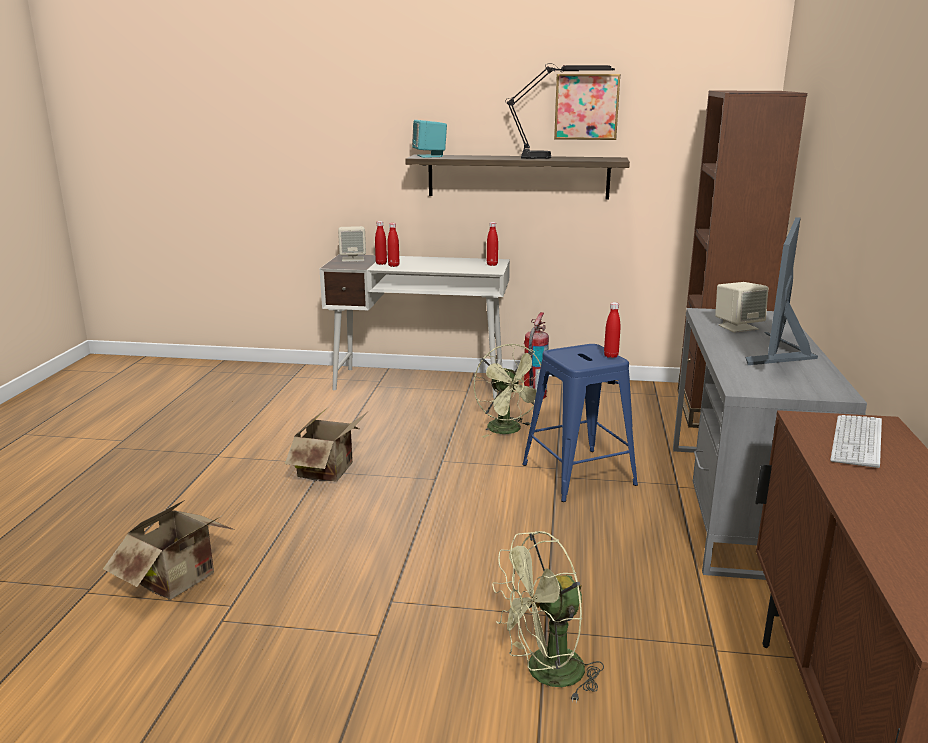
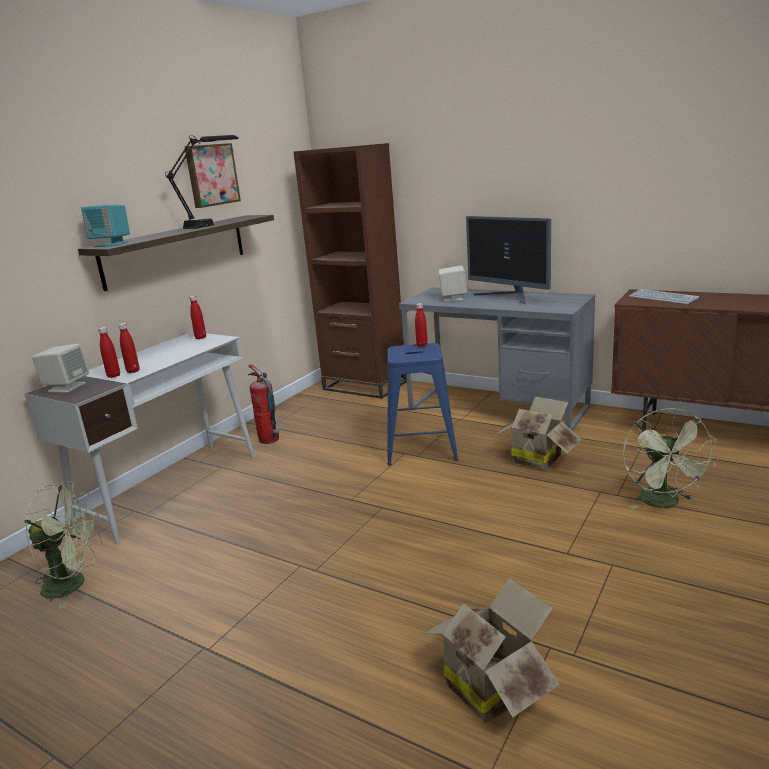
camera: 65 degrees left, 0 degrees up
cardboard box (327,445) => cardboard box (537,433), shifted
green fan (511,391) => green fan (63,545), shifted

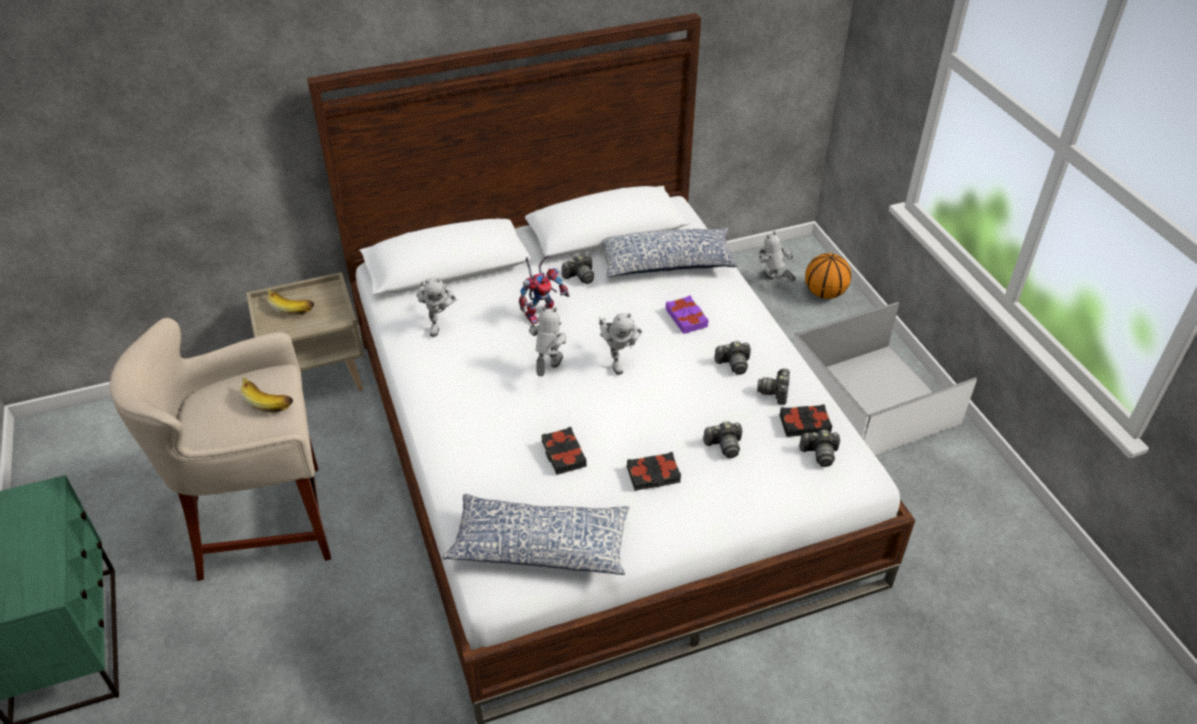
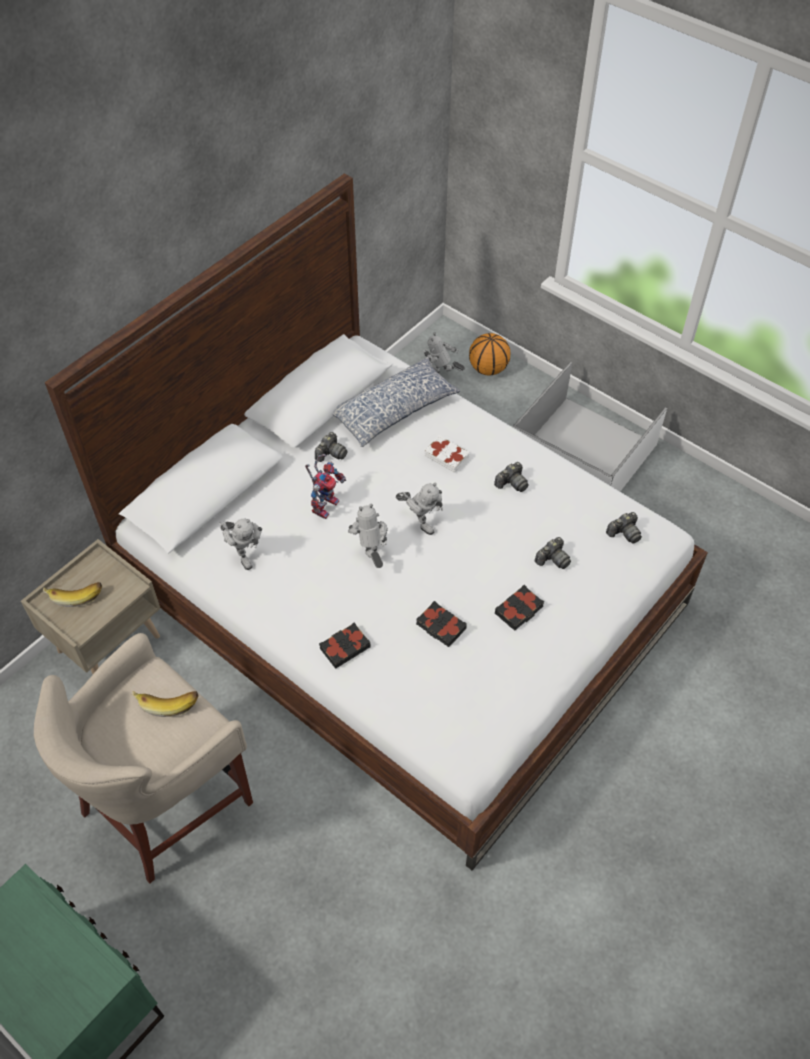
camera: 30 degrees left, 10 degrees up
pillow (536,534) => nothing
photo camera (773,387) => nothing
black book (806,420) => black book (345,646), shifted
purple book (687,314) => white book (447,454)

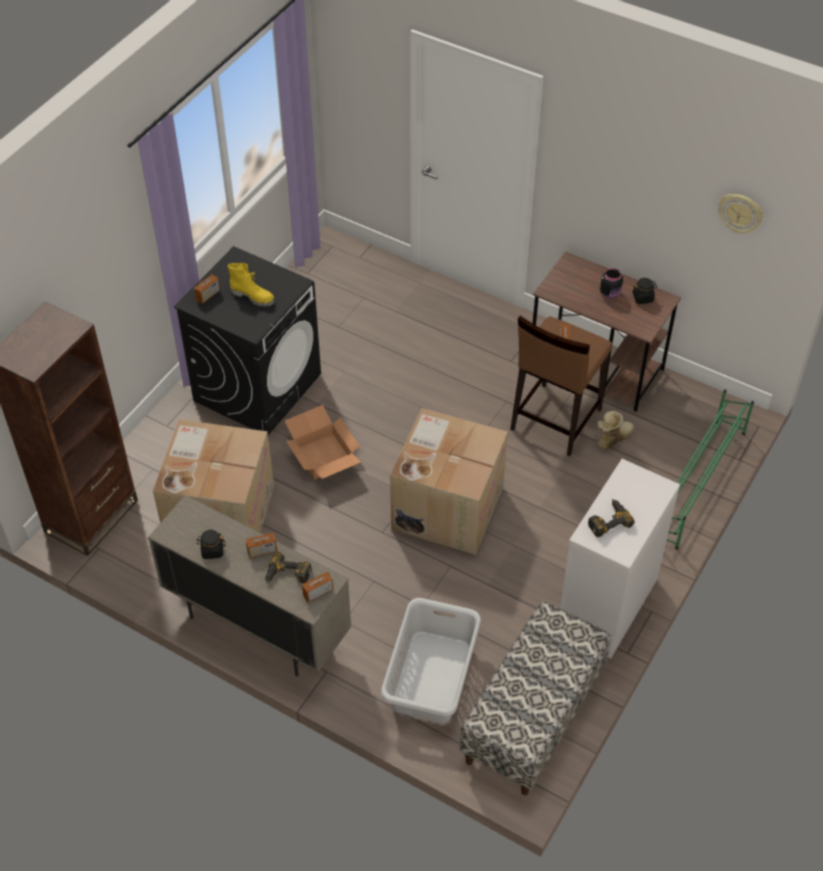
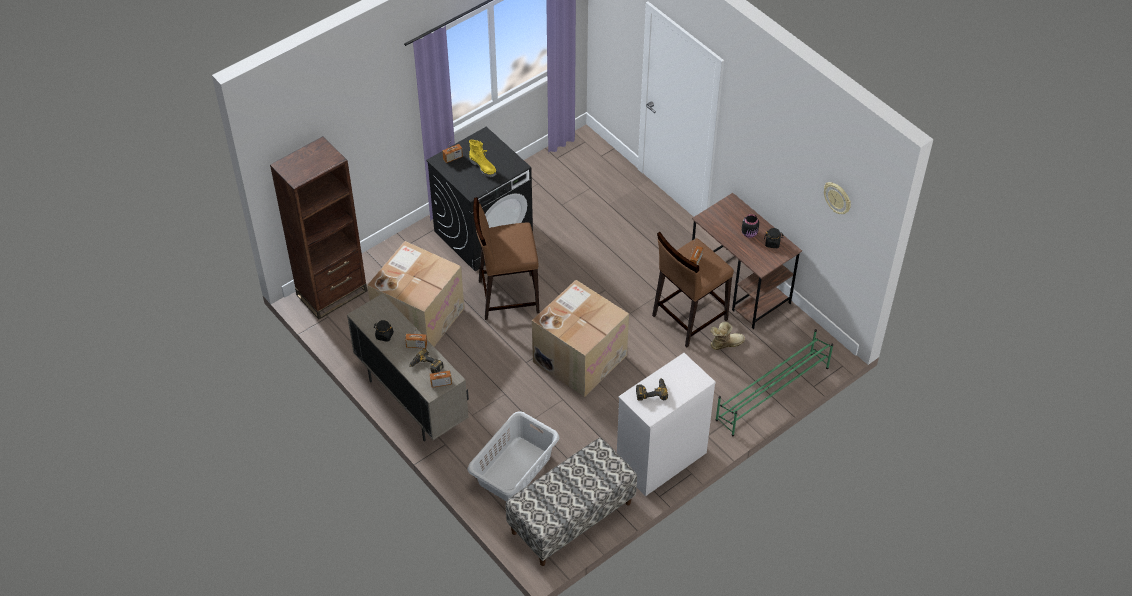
camera: 20 degrees right, 0 degrees up
cardboard box (323,442) => brown stool (506,258)

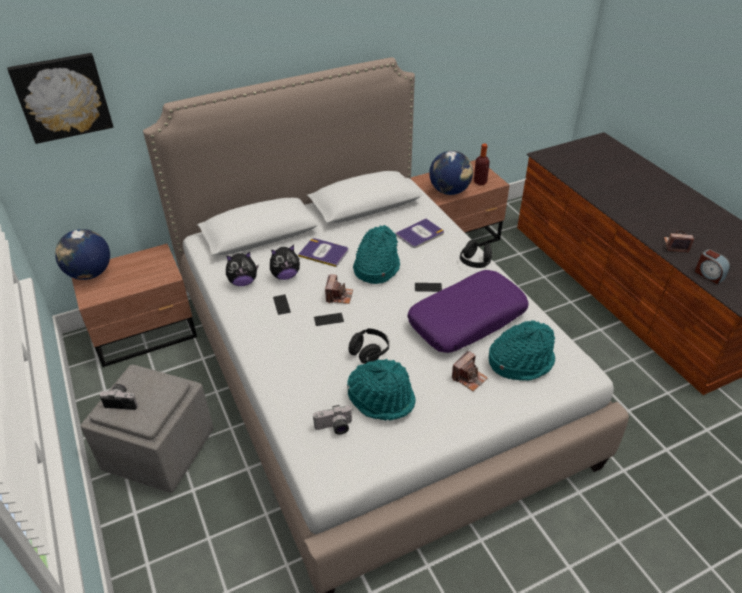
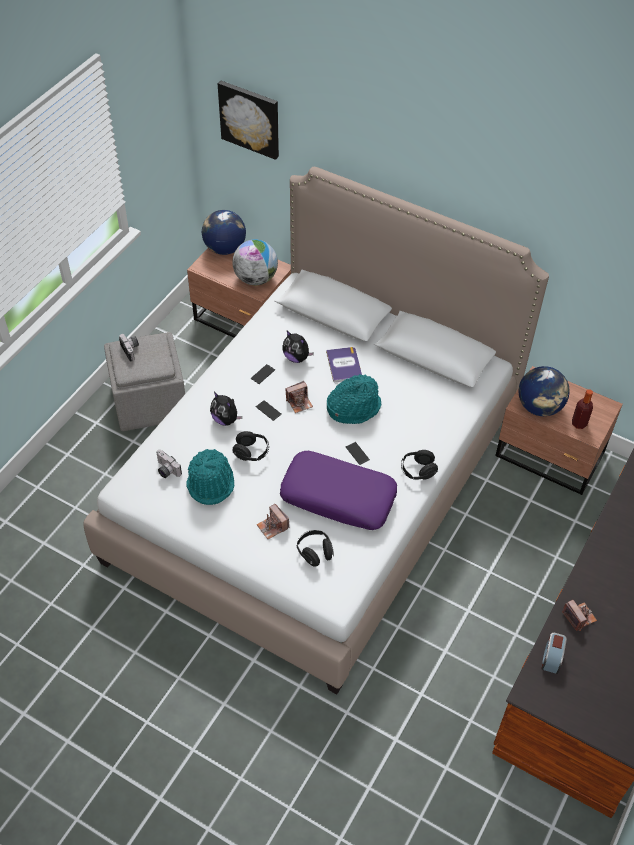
camera: 55 degrees right, 10 degrees up
book (419,233) => nothing
nothing => globe (255,262)
plush toy (242,269) => plush toy (226,409), shifted
turquoise hat (522,350) => black headphones (315,548)
photo camera (470,371) => photo camera (273,521), 45 degrees clockwise

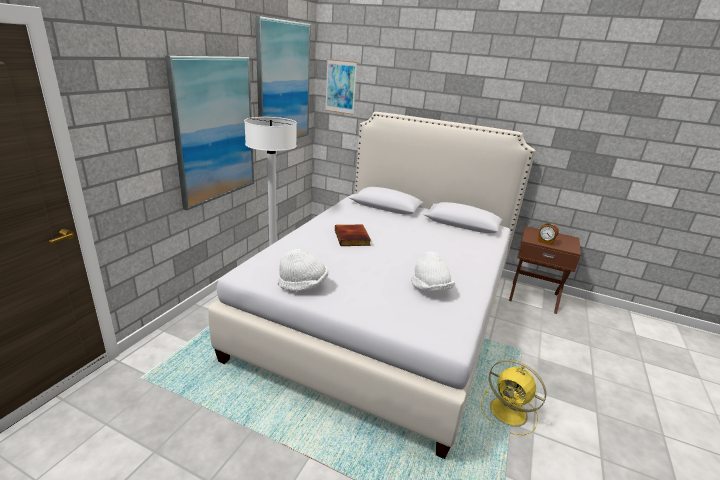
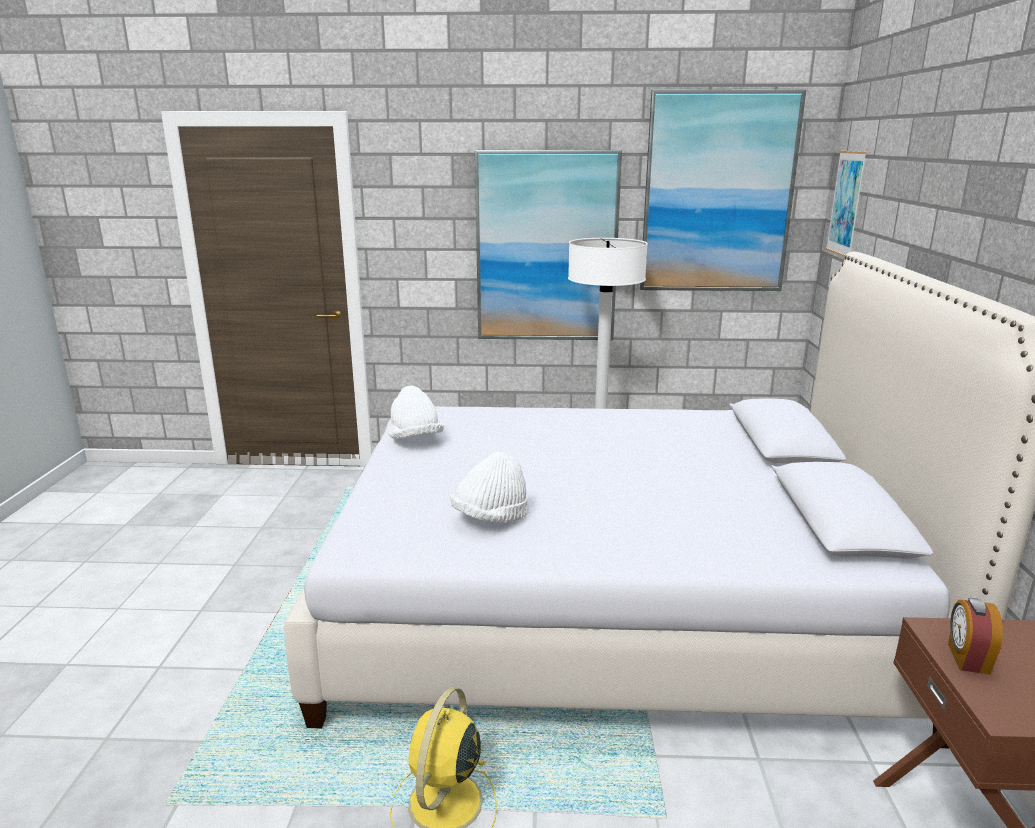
camera: 70 degrees right, 5 degrees down
book (353,235) => nothing

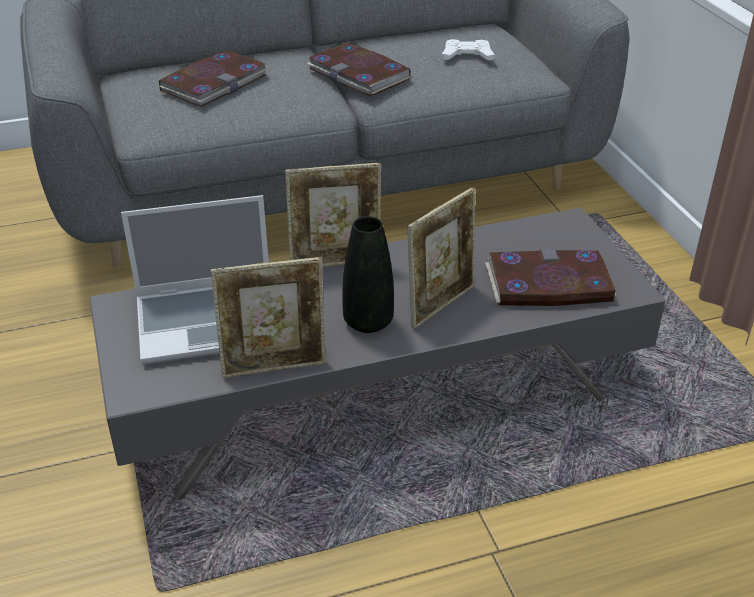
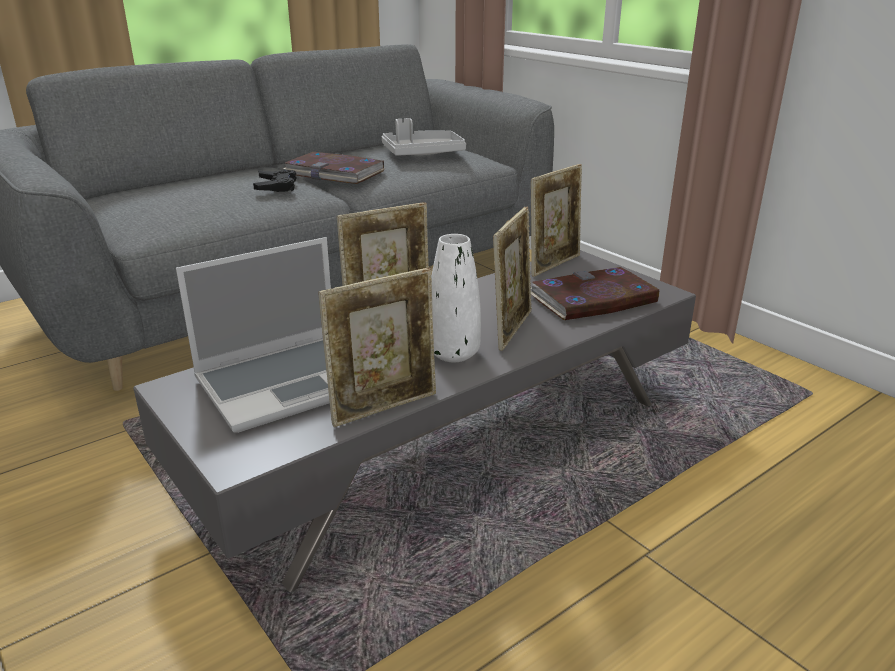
camera: 20 degrees left, 10 degrees down
book (213,78) => nothing
nothing => black game controller (274,181)
nothing => picture frame (556,220)
white game controller (468,49) => grey tray (424,137)
black vase (368,274) => white vase (456,298)

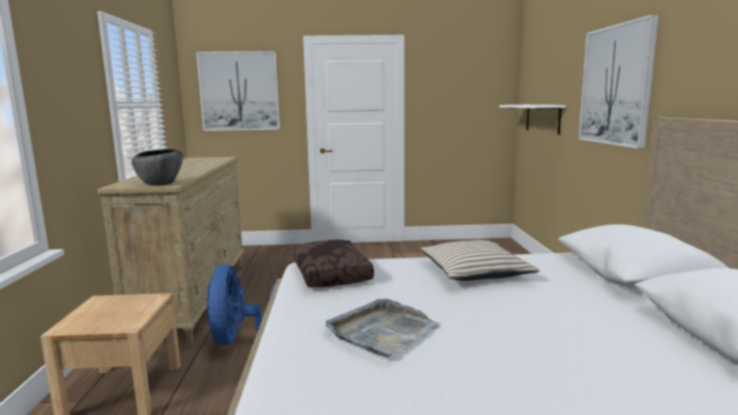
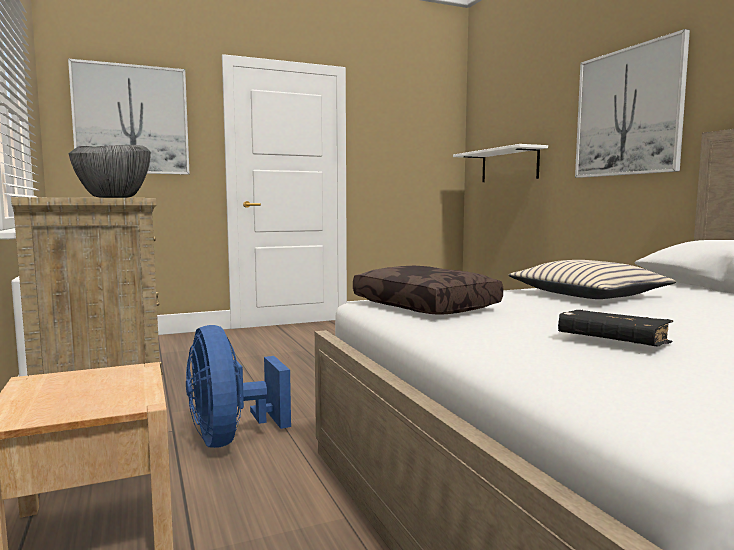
camera: 20 degrees left, 5 degrees down
grey tray (383,328) => black book (615,328)

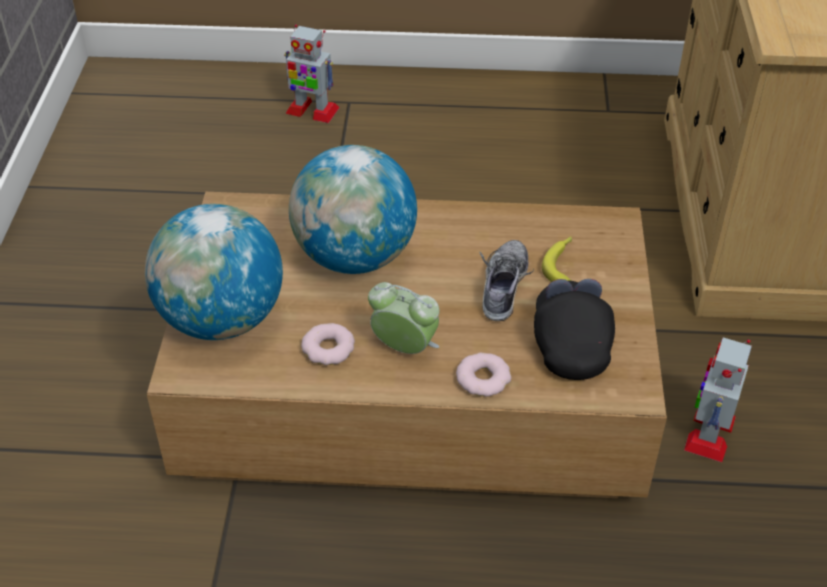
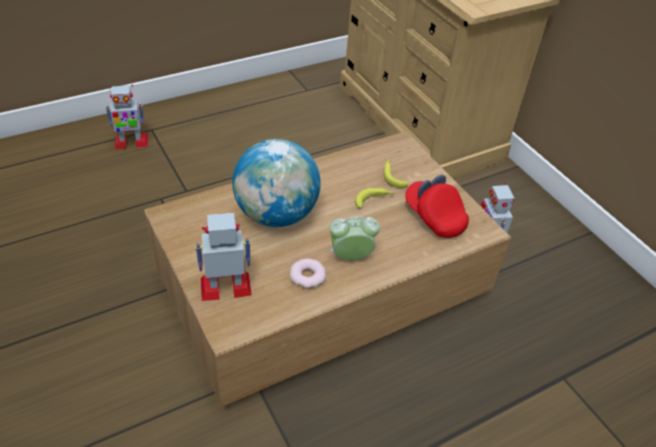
camera: 35 degrees left, 0 degrees up
donut (483,375) => nothing
globe (214,272) => toy robot (223,256)
shoe (506,280) => banana (375,198)
black cap (574,329) => red cap (437,206)

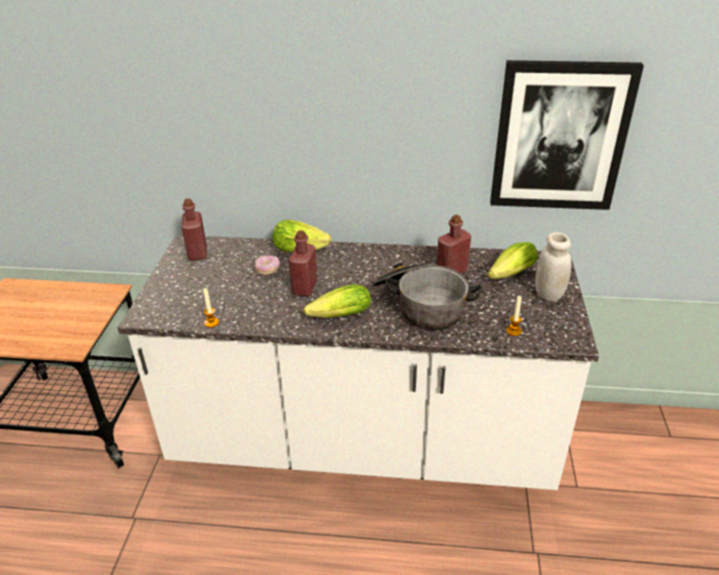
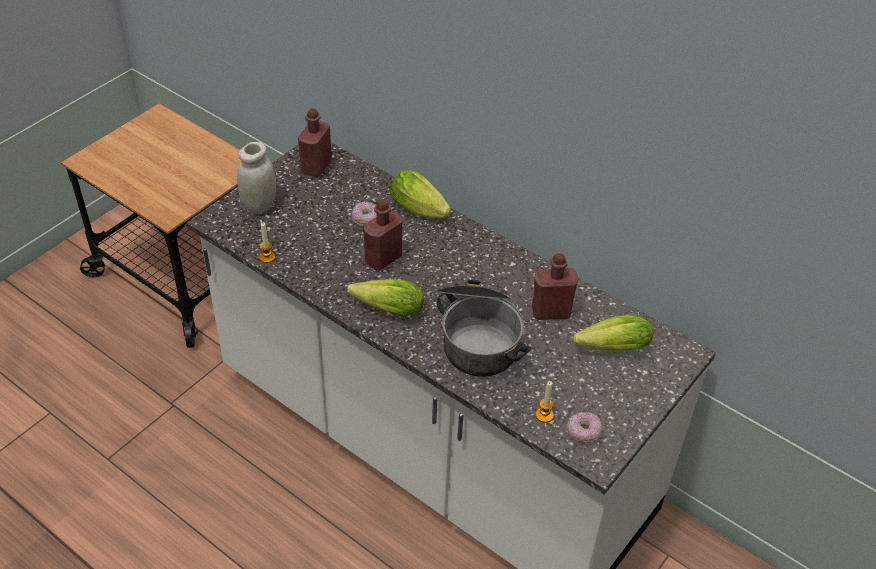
camera: 30 degrees right, 10 degrees up
picture (567,135) => nothing
nothing => donut (584,427)
white jar (553,267) => white jar (256,178), shifted

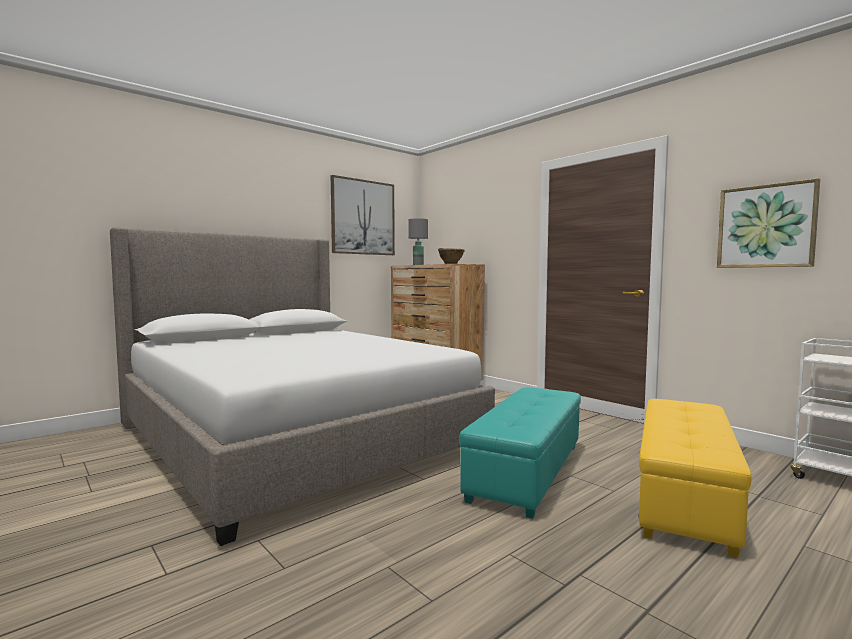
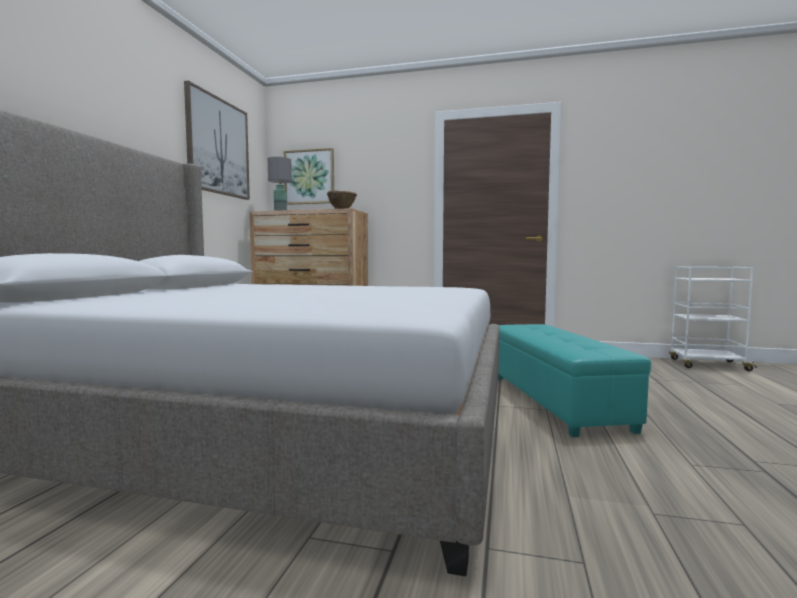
camera: 35 degrees left, 0 degrees up
yellow ottoman (695,478) => nothing
picture (768,223) => picture (309,176), shifted

